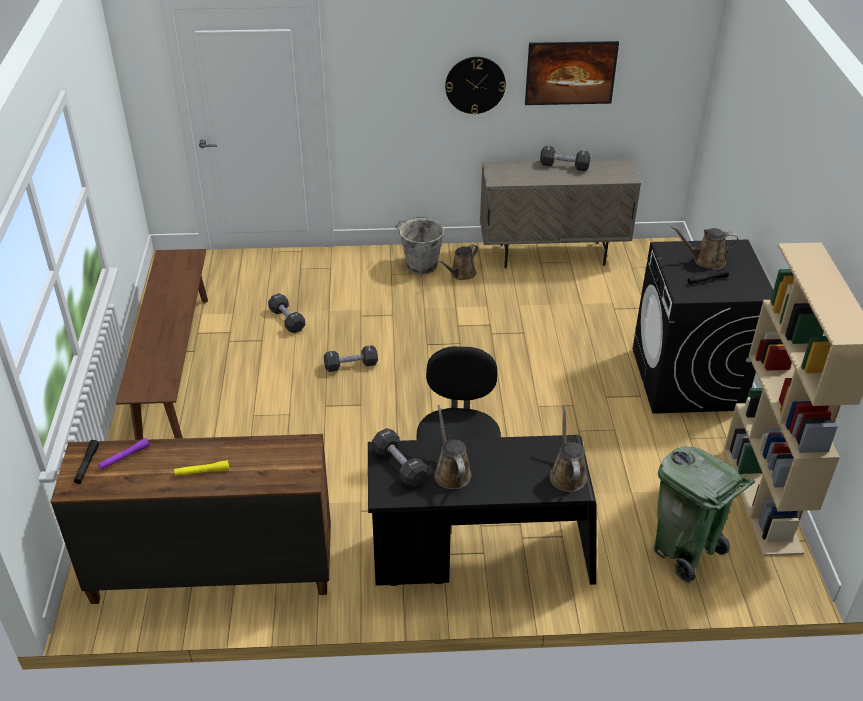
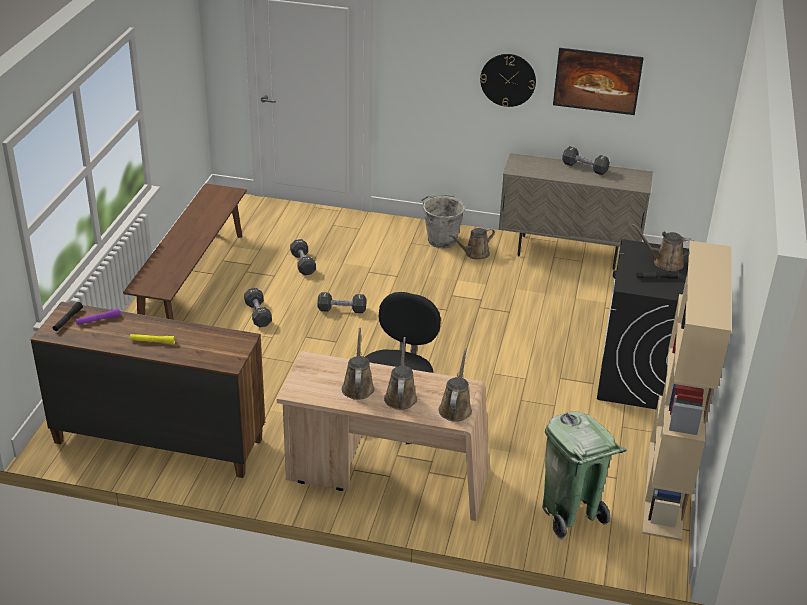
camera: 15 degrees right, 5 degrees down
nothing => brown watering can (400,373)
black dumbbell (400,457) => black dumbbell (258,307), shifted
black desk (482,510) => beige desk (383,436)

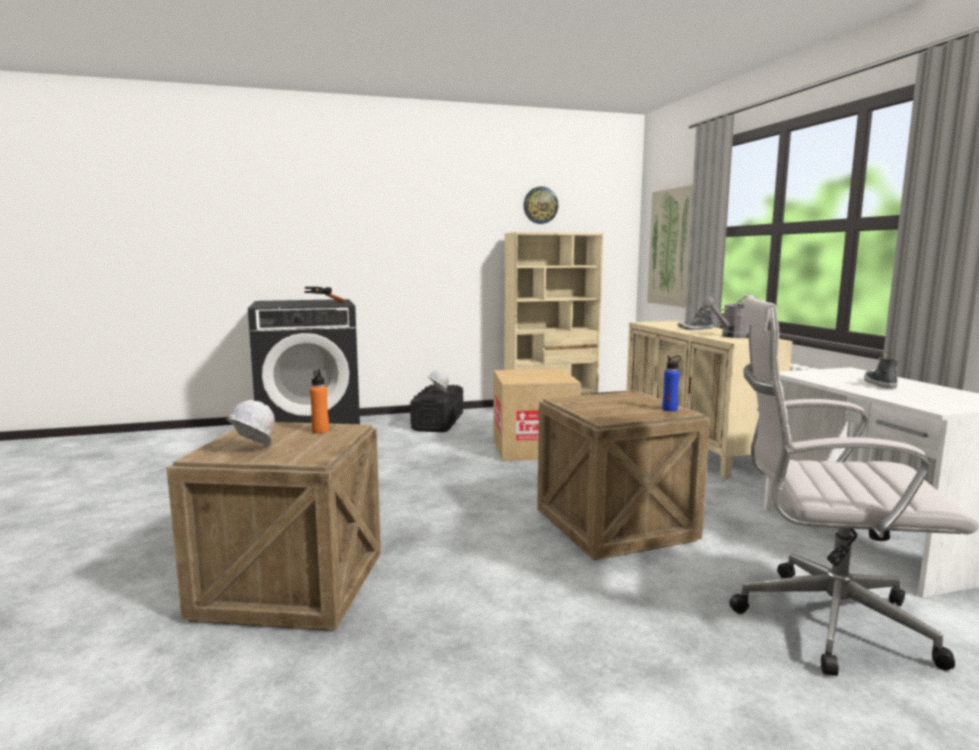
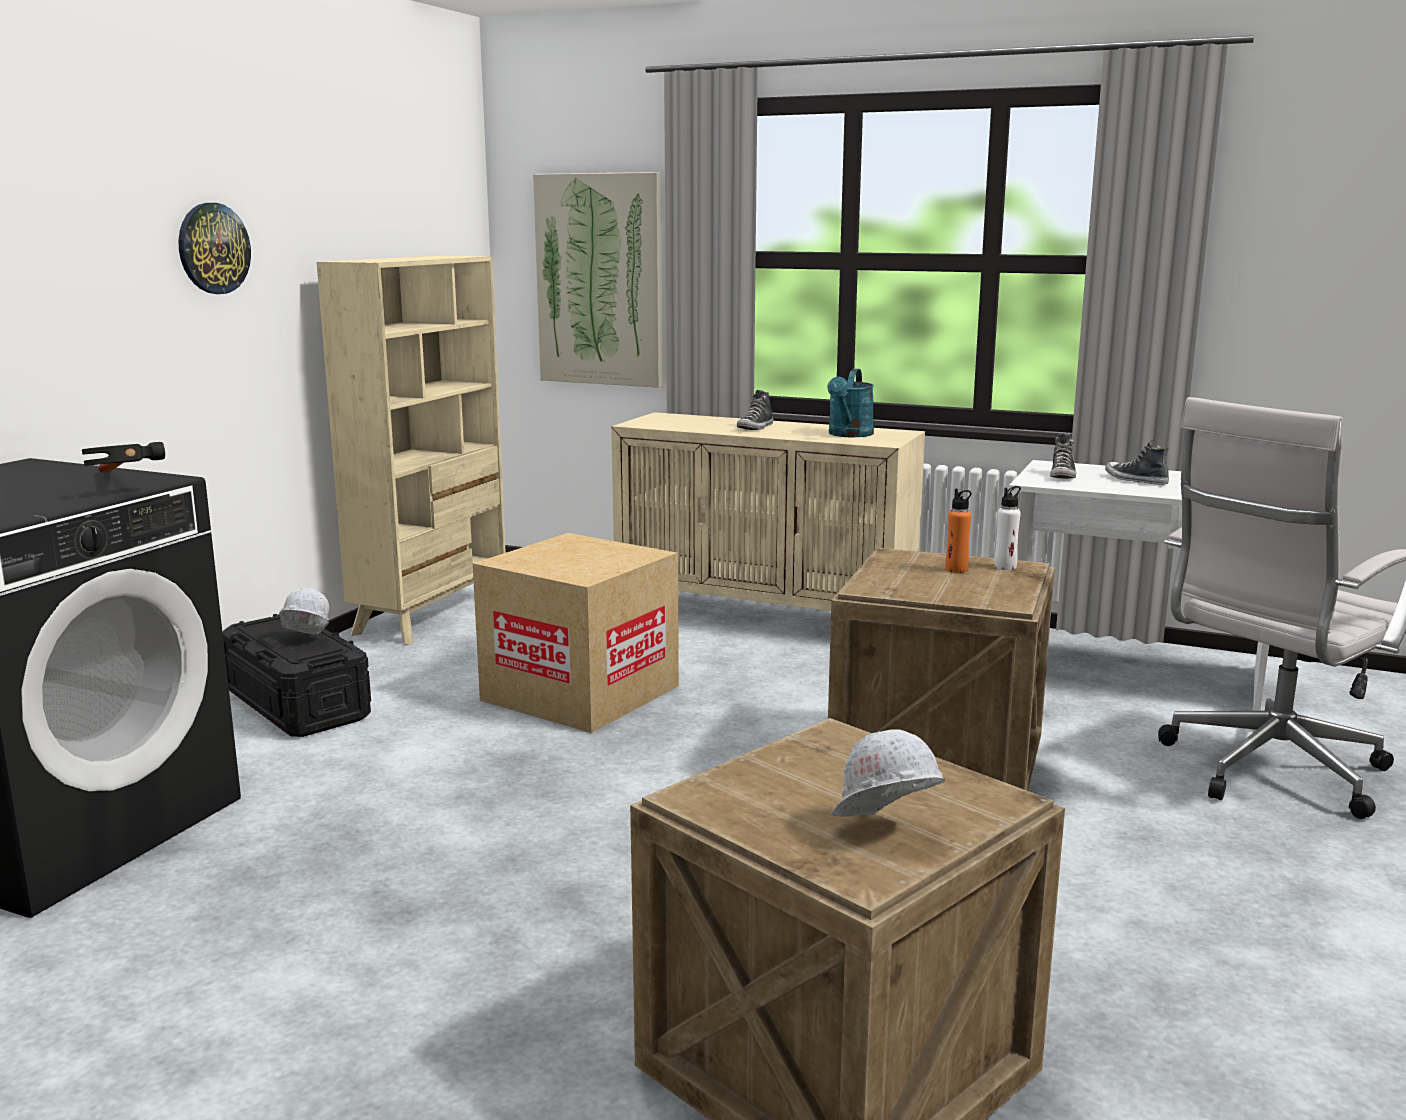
camera: 50 degrees left, 5 degrees up
nothing => shoe (1063,456)
orange bottle (319,401) => orange bottle (958,531), shifted
wall clock (541,205) => wall clock (214,248), shifted
blue bottle (671,383) => white bottle (1007,528)
grey watering can (729,317) => turquoise watering can (850,403)

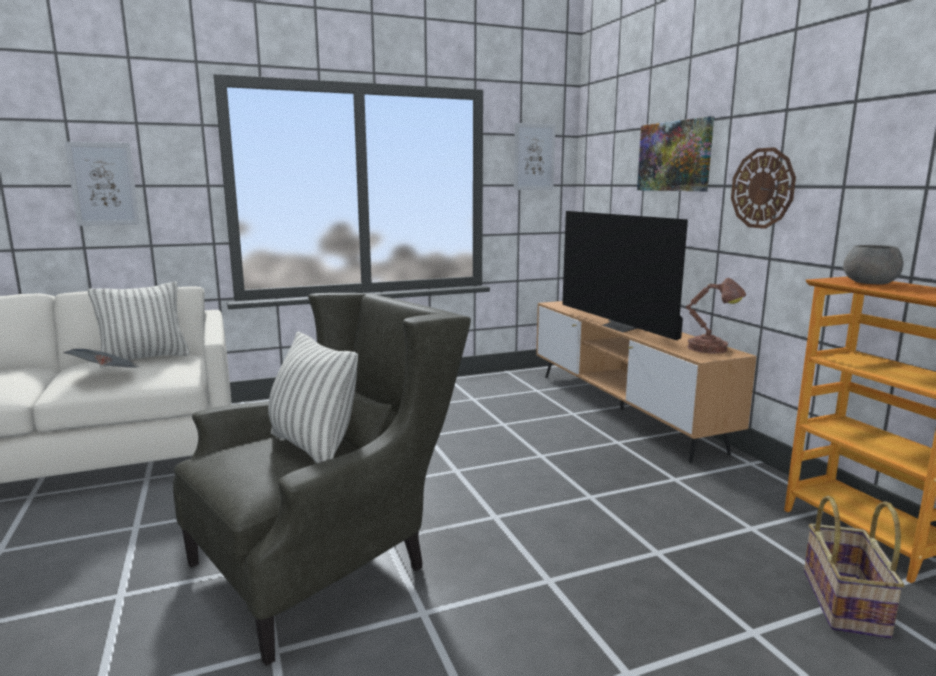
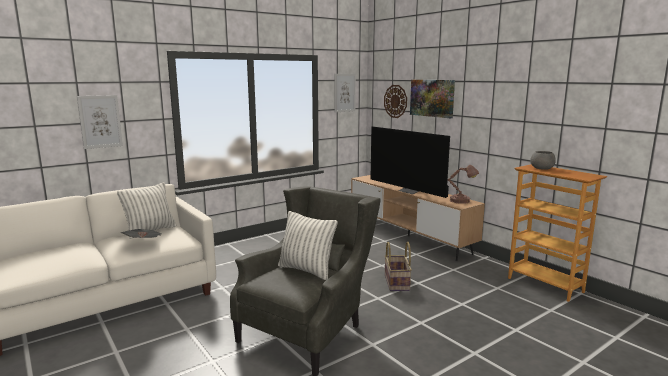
camera: 15 degrees left, 0 degrees up
wall clock (763,188) => wall clock (395,101), shifted
basket (854,567) => basket (398,266), shifted

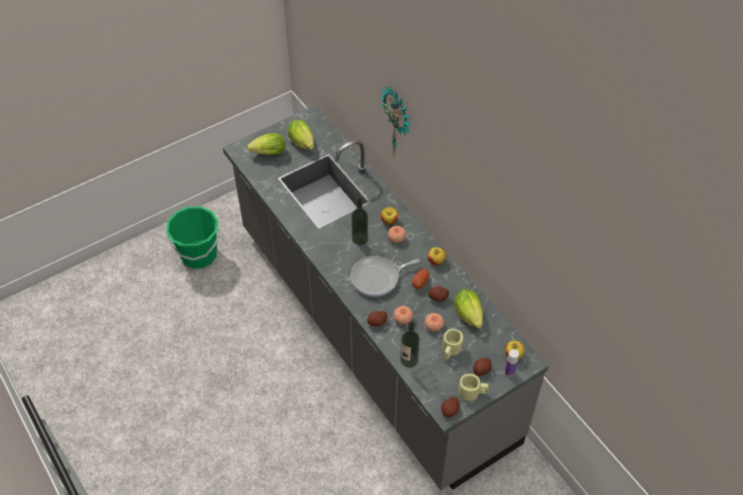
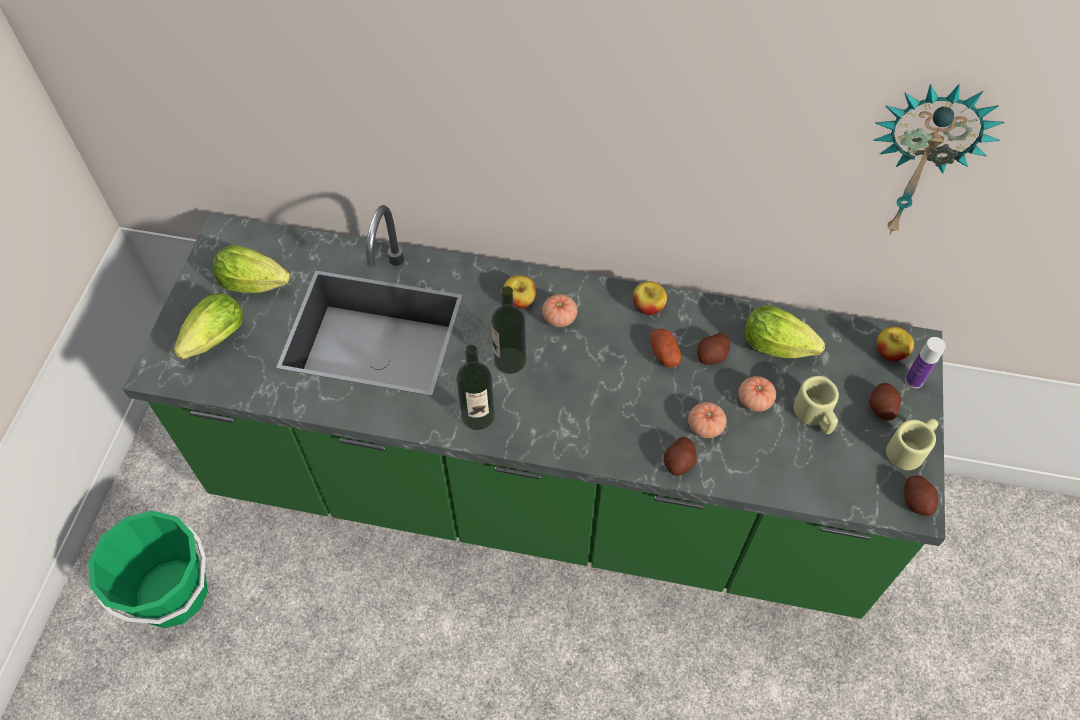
camera: 45 degrees left, 5 degrees up
frying pan (385,276) => nothing
wall clock (395,122) => wall clock (939,159), shifted
bottle (410,345) => bottle (475,387), shifted
grey counter (386,297) => green counter (534,412)

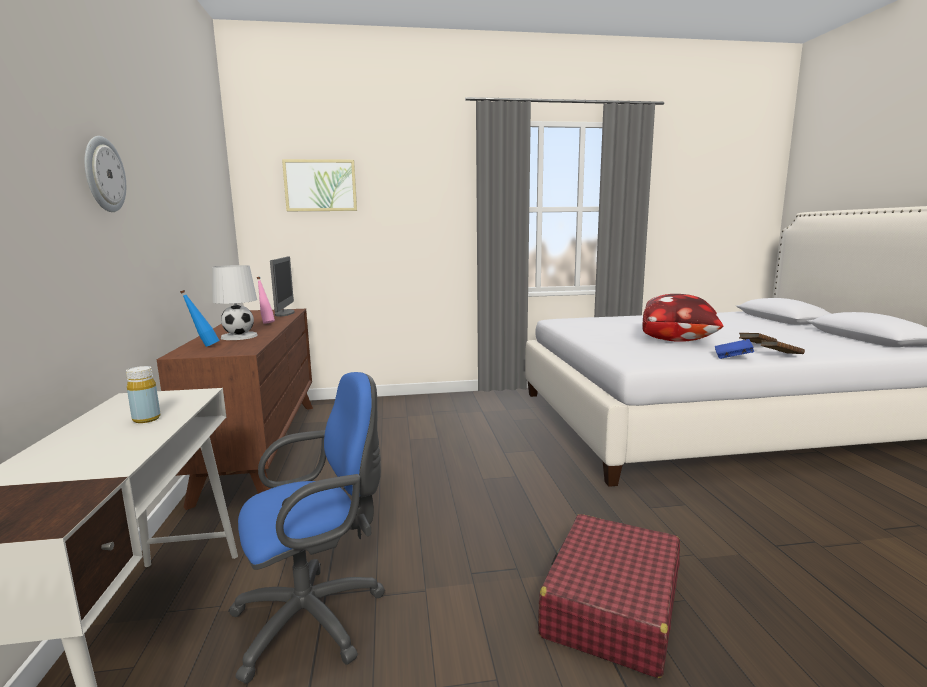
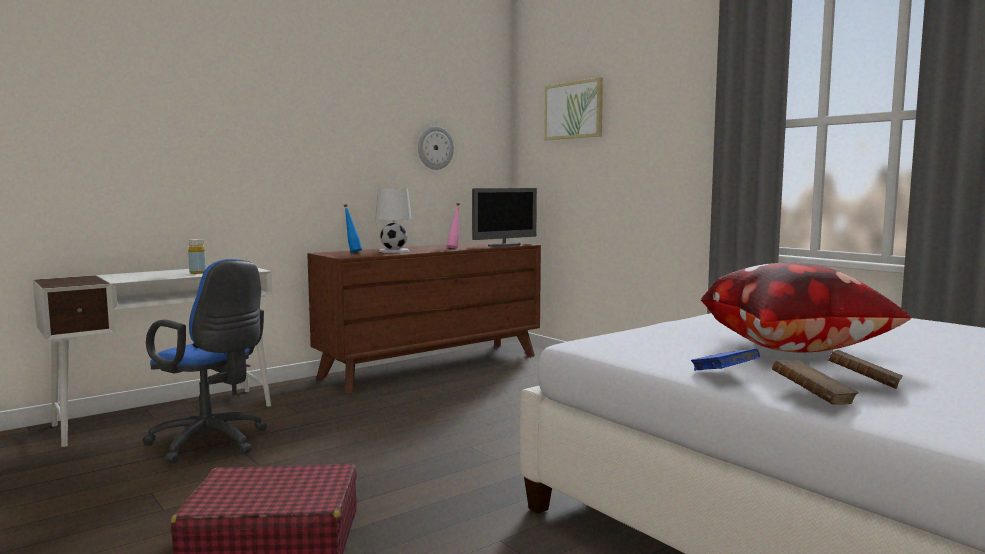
camera: 60 degrees right, 5 degrees down
wall clock (105,174) => wall clock (436,148), shifted

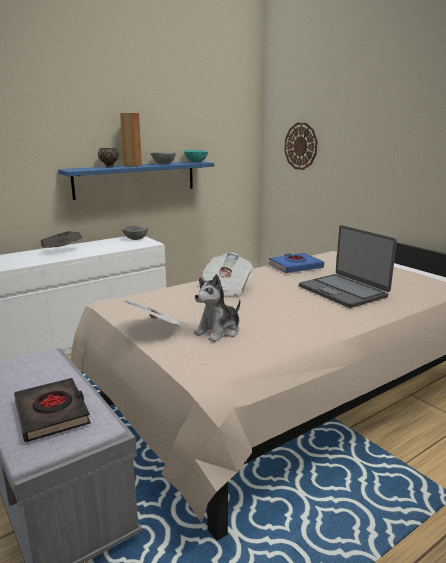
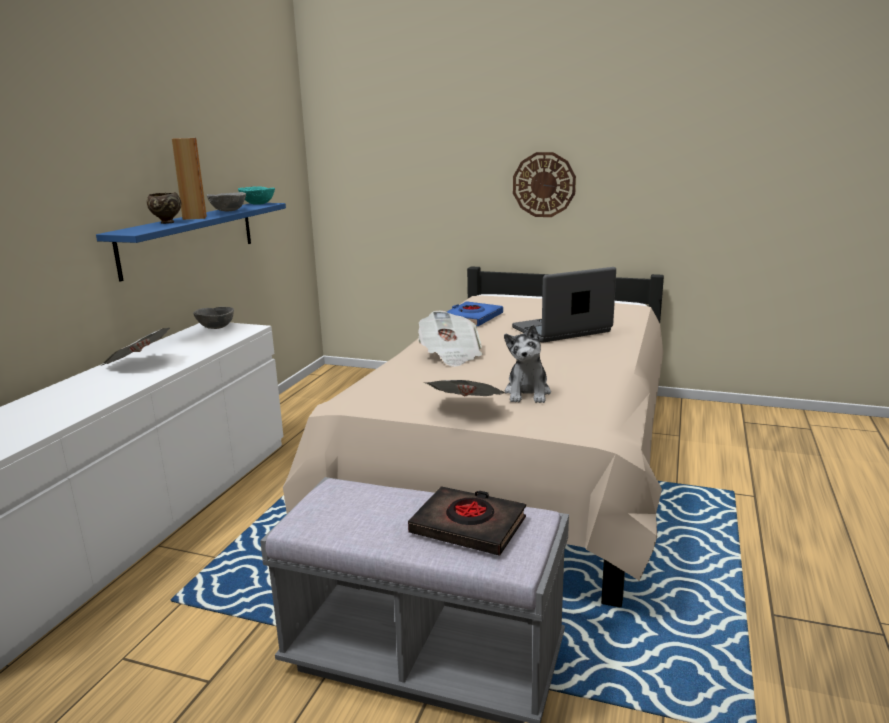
camera: 35 degrees left, 0 degrees up
wall clock (301,146) => wall clock (544,184), shifted
laptop (348,266) => laptop (564,305), 135 degrees clockwise

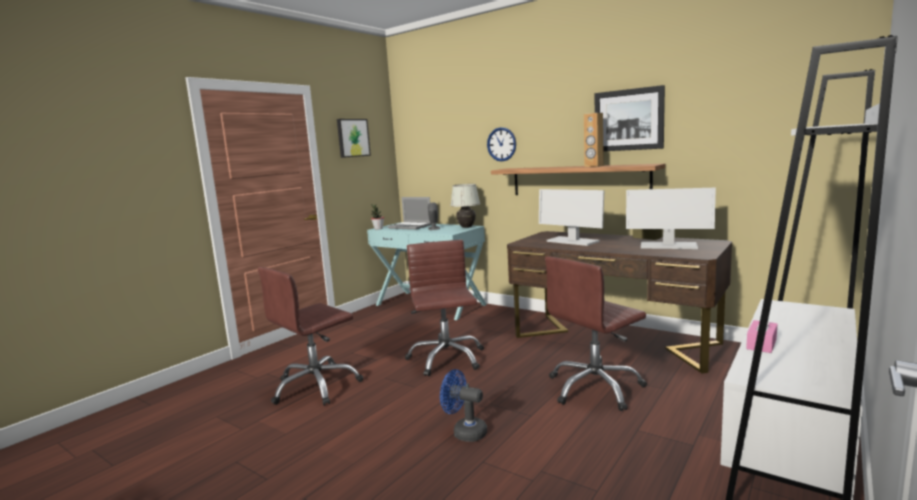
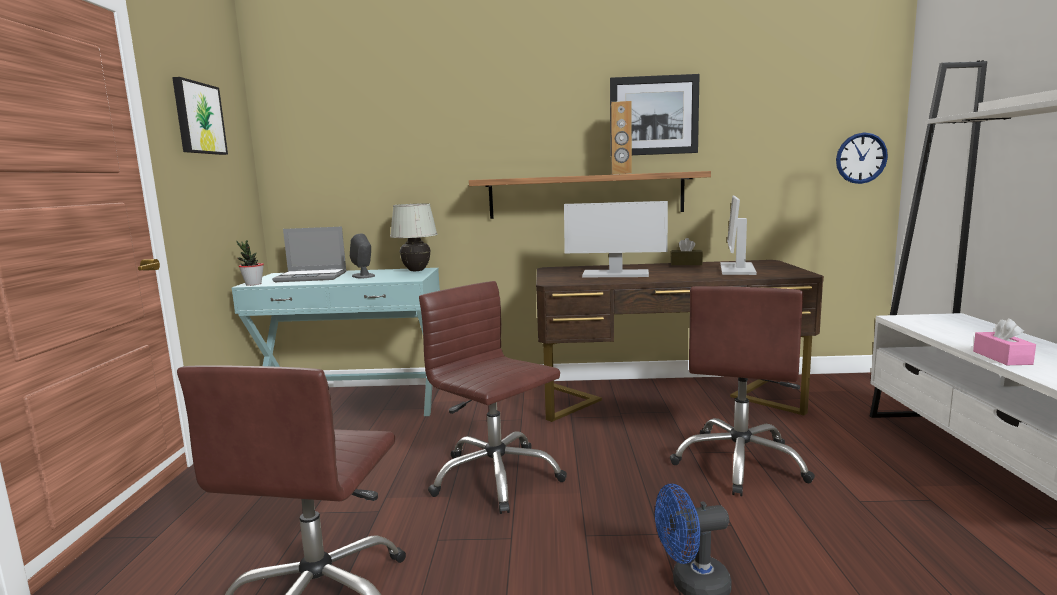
camera: 35 degrees left, 0 degrees up
wall clock (501,144) => wall clock (862,158), shifted
monitor (671,218) => monitor (739,235), 120 degrees clockwise

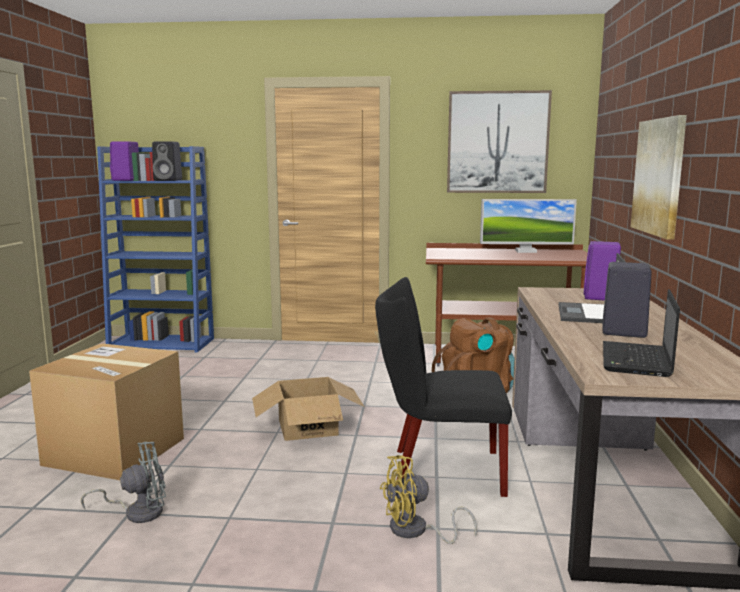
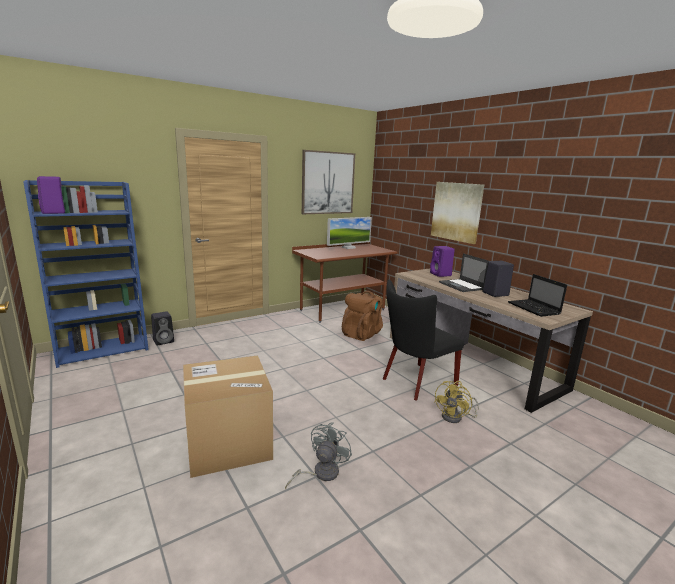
camera: 40 degrees left, 5 degrees up
cardboard box (308,409) => nothing
black speaker (167,161) => black speaker (162,328), shifted

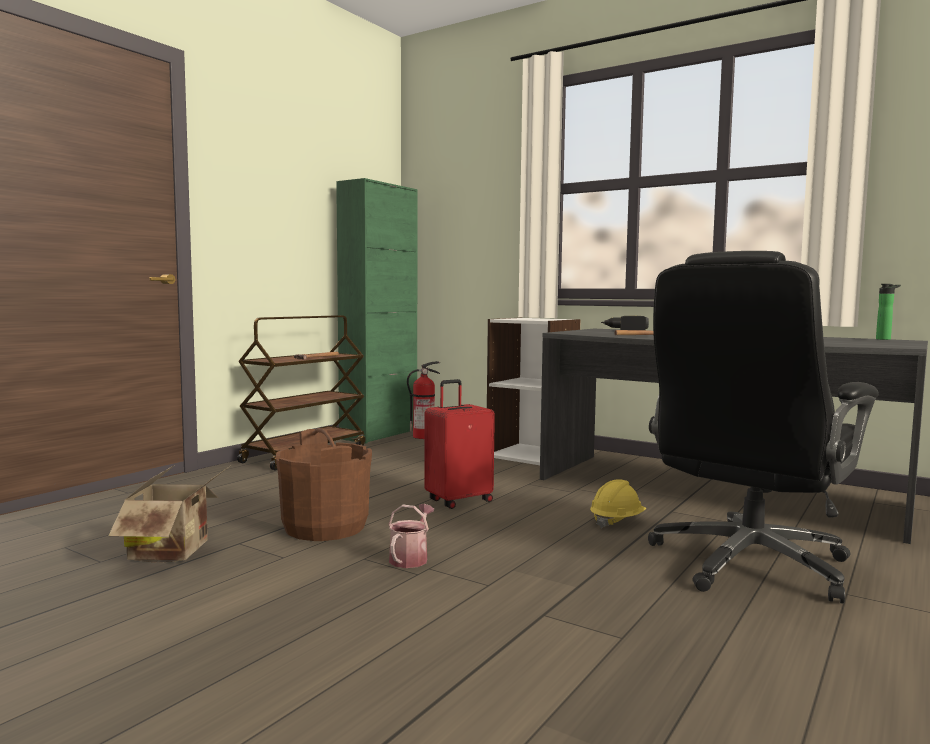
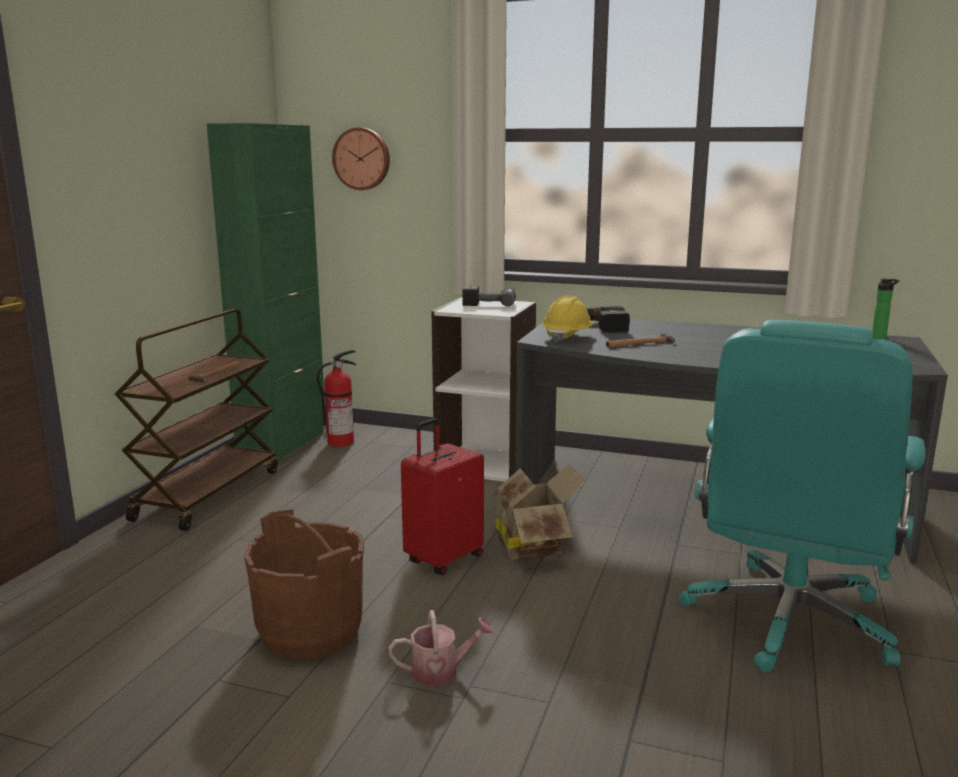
camera: 15 degrees left, 10 degrees up
nothing => wall clock (361,159)
nothing => power drill (489,296)
cardboard box (169,513) => cardboard box (538,511), shifted
yellow hard hat (618,503) => yellow hard hat (568,319), shifted
black office chair (763,427) => turquoise office chair (802,496)
watering can (411,536) => watering can (441,648), 75 degrees clockwise

